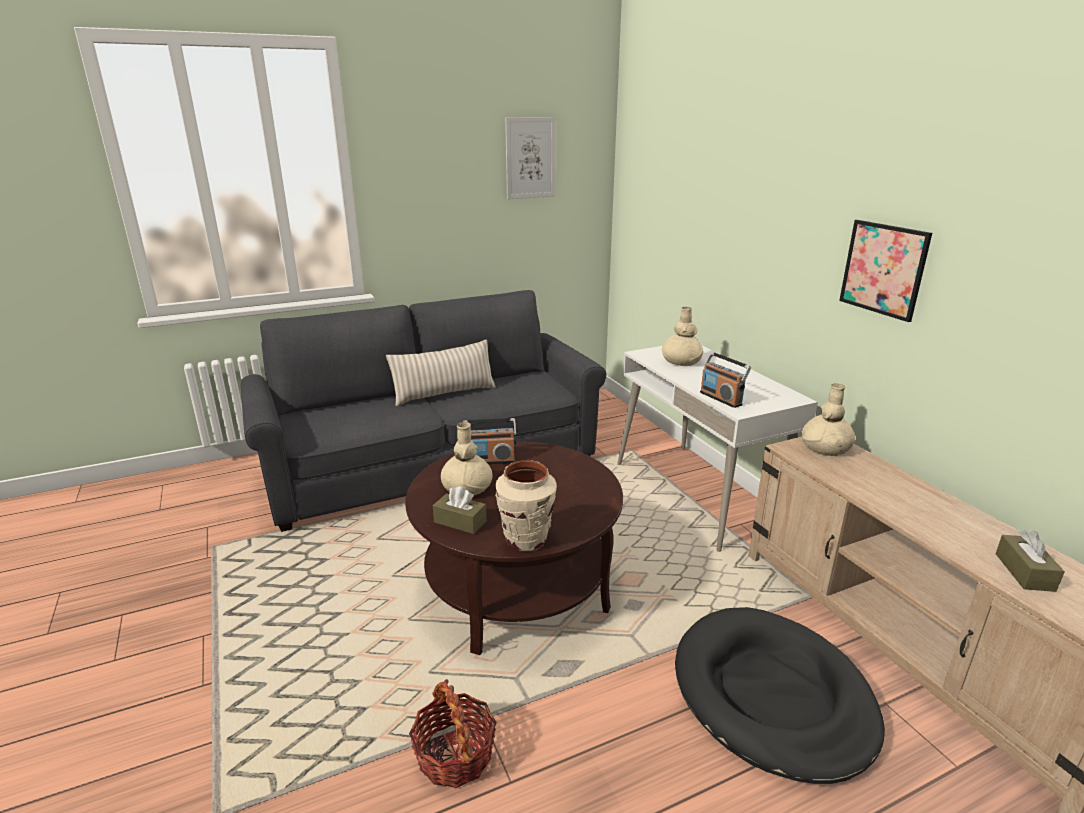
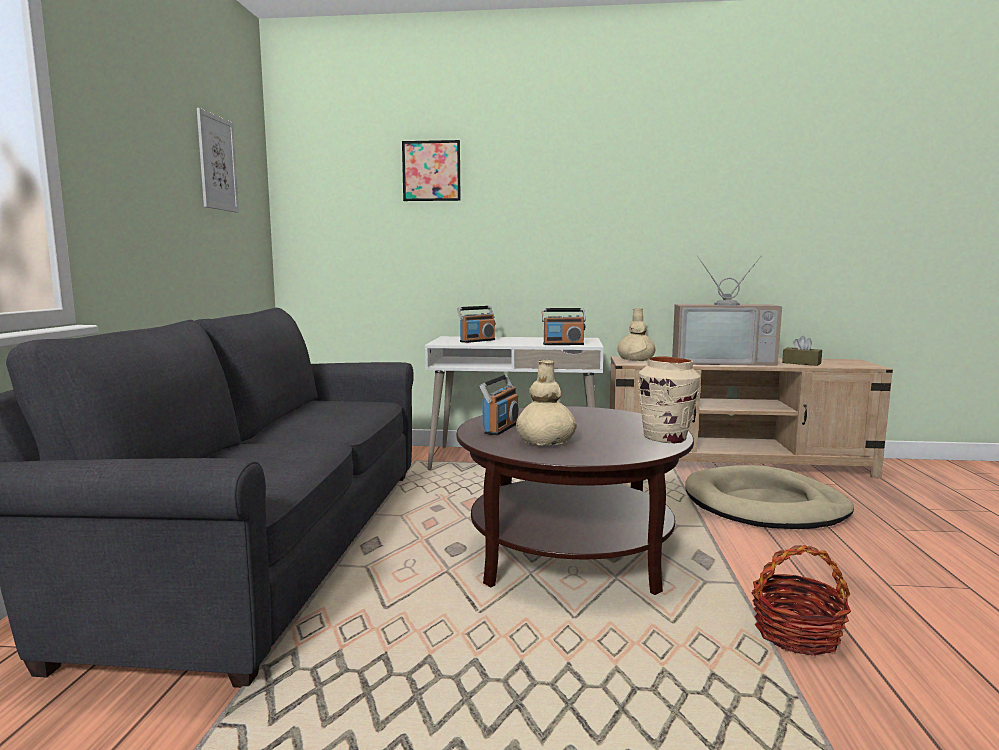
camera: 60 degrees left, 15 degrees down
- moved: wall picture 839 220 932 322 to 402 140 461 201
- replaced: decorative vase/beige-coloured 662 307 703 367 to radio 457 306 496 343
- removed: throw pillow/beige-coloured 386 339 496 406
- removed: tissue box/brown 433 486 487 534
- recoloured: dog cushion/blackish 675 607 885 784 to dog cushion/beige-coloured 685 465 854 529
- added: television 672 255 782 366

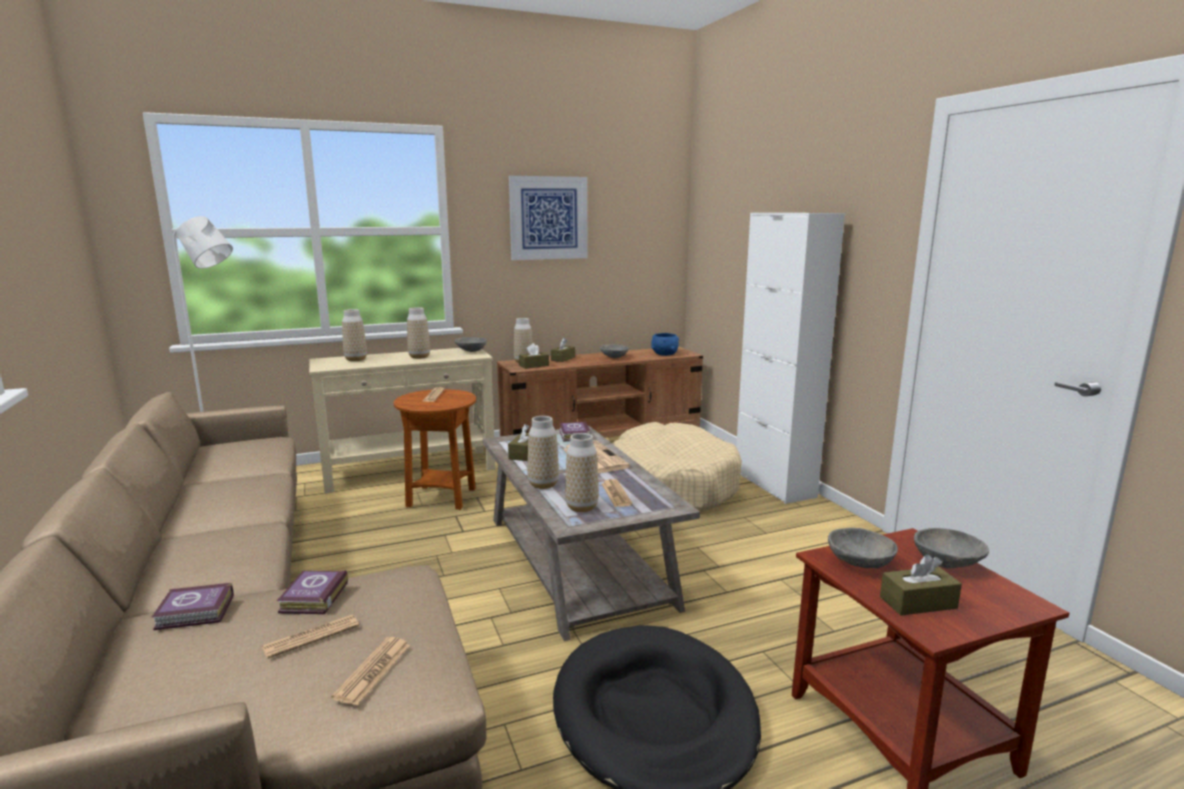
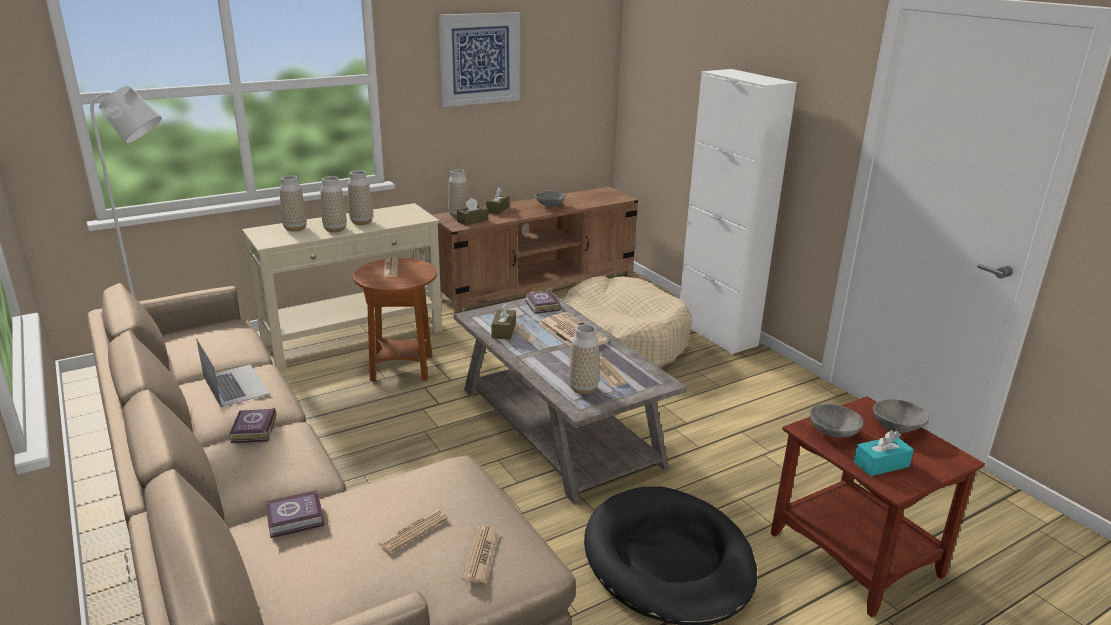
camera: 10 degrees left, 10 degrees up
- removed: deep dish/blue 651 333 679 356
- removed: deep dish/gray 455 337 487 352
- moved: decorative vase 527 416 559 489 to 320 176 347 232
- recoloured: tissue box/brown 880 554 962 616 to tissue box/blue-green 853 430 914 476
- moved: volume 277 570 348 614 to 230 408 276 443
- added: notebook computer 196 338 270 407

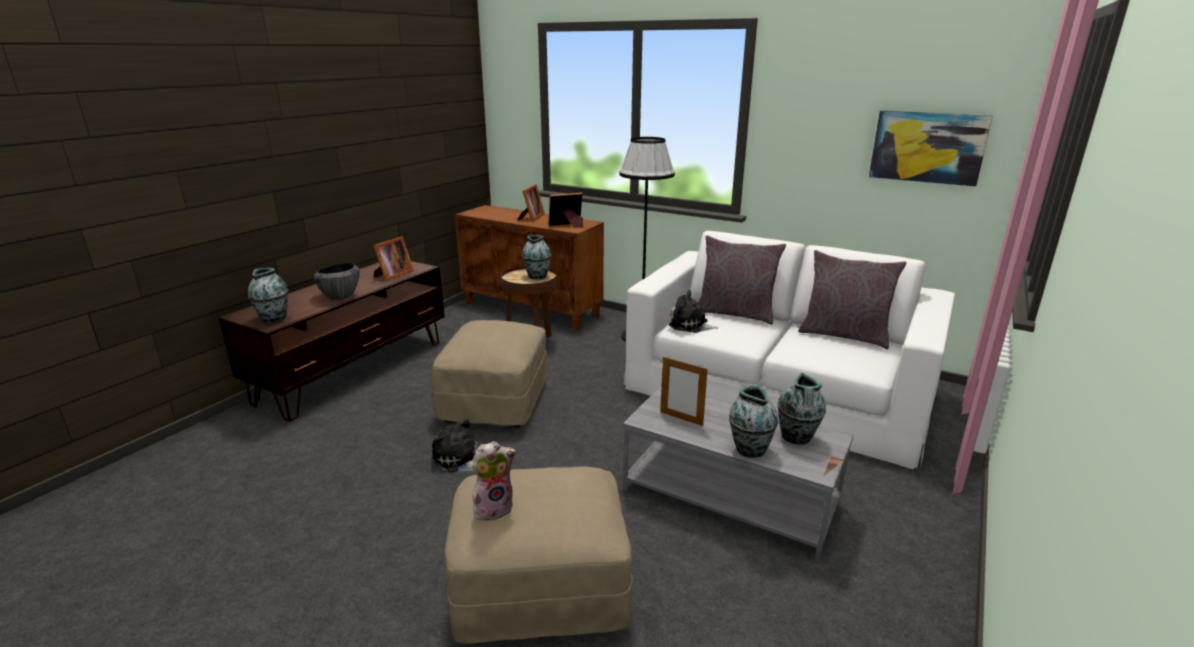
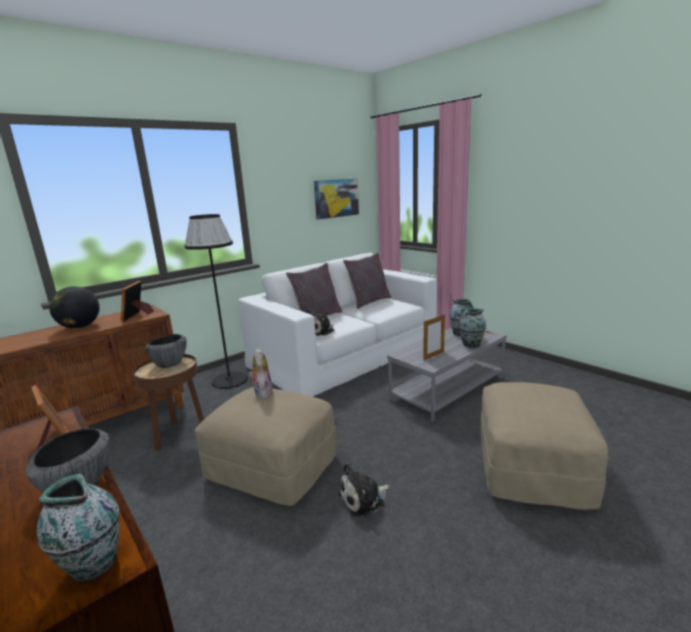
camera: 70 degrees left, 5 degrees down
- replaced: photo frame 518 184 545 222 to globe 49 286 100 328
- replaced: decorative vase 522 235 551 280 to deep dish 145 334 187 368
- moved: cuddly toy 472 441 516 520 to 249 348 273 398

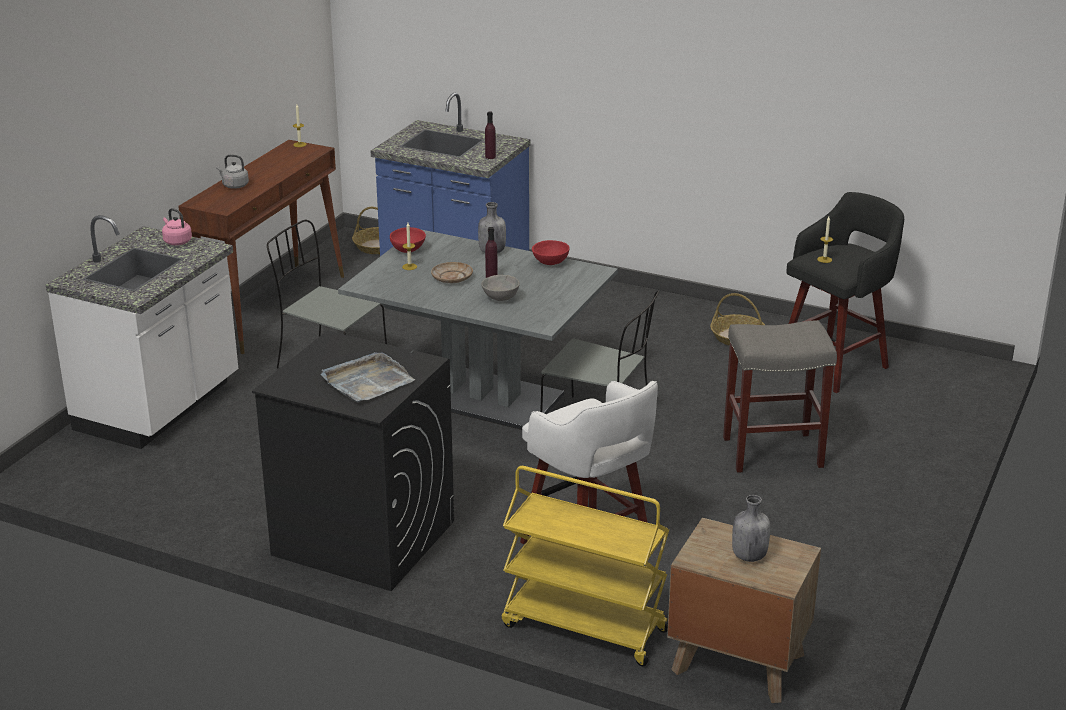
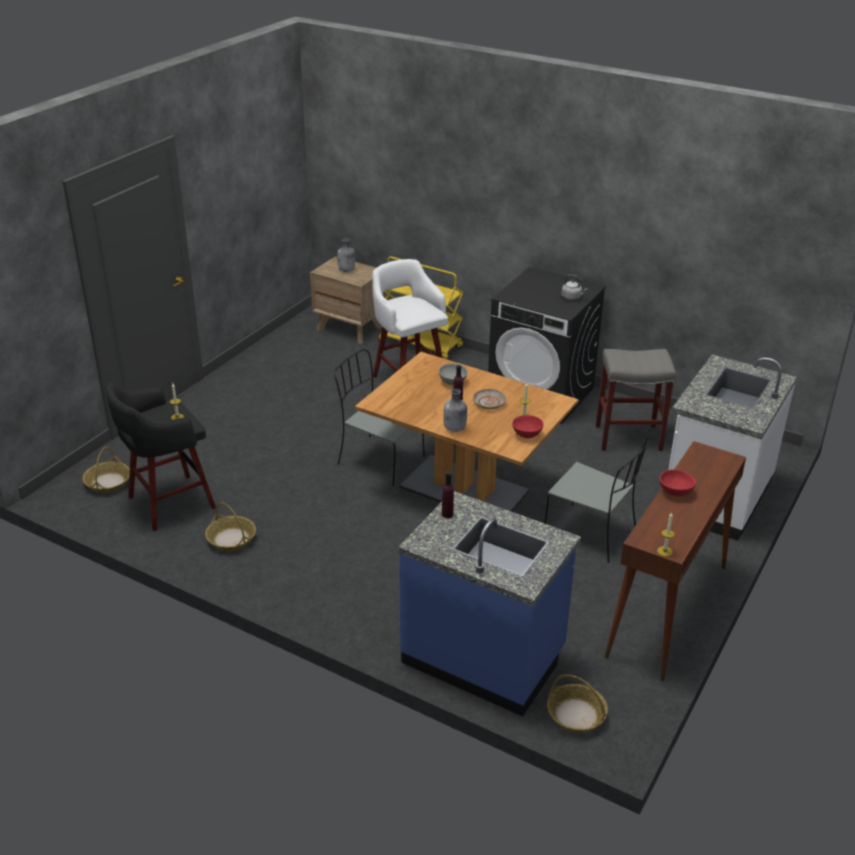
camera: 175 degrees left, 5 degrees up
- moved: tea kettle/gray 216 155 249 189 to 561 274 587 300
- removed: tea kettle/pinkish 162 208 192 245
- recoloured: dining table/gray 338 230 618 430 to dining table/brown 355 352 578 512
- moved: deep dish/reddish 532 240 569 265 to 660 469 696 497
- moved: sitting stool/gray 723 320 837 473 to 596 349 676 451
- removed: serving tray/gray 321 352 415 403
- added: storage basket 82 446 130 493

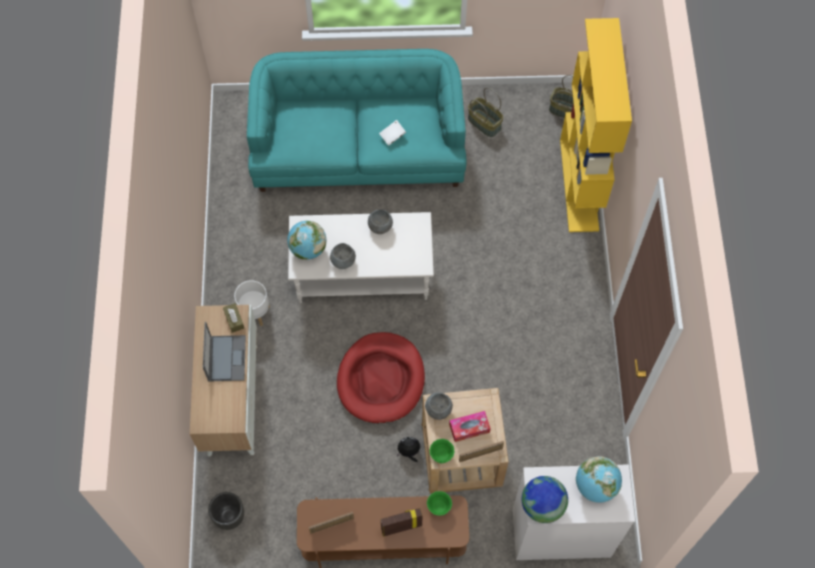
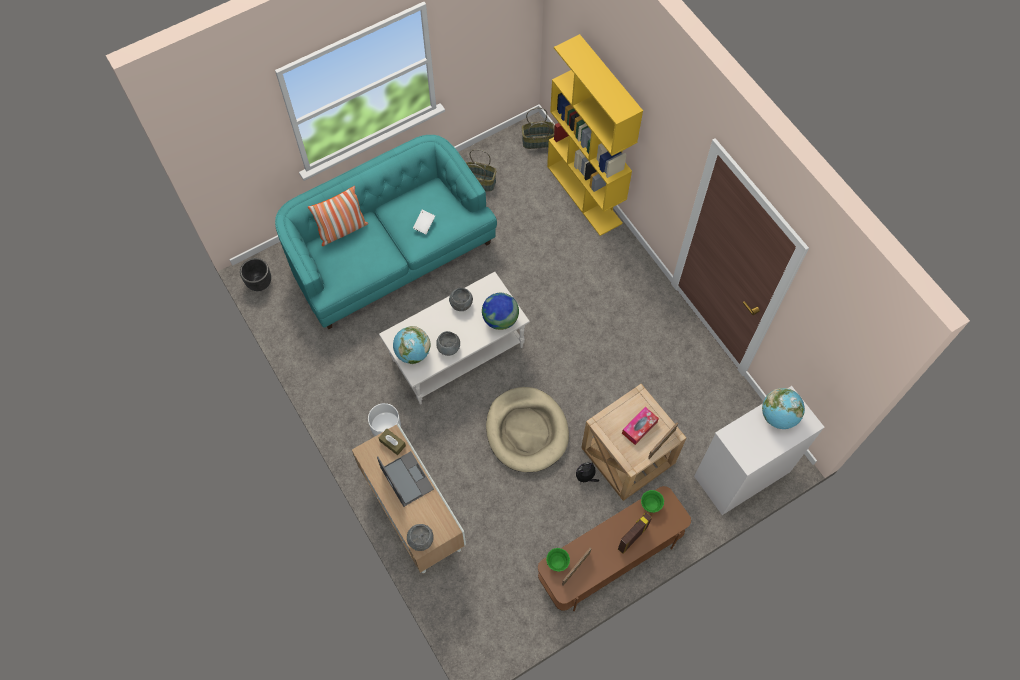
camera: 30 degrees left, 0 degrees up
- recoloured: dog cushion/reddish 337 332 425 423 to dog cushion/beige-coloured 486 387 569 472
- moved: deep dish/gray 425 392 453 420 to 407 524 434 551
- moved: deep dish/green 430 439 455 463 to 546 548 570 572
- moved: globe 522 476 568 523 to 482 293 519 330
- moved: planter/blackish 208 492 244 530 to 240 258 271 291
- added: throw pillow 308 186 368 246

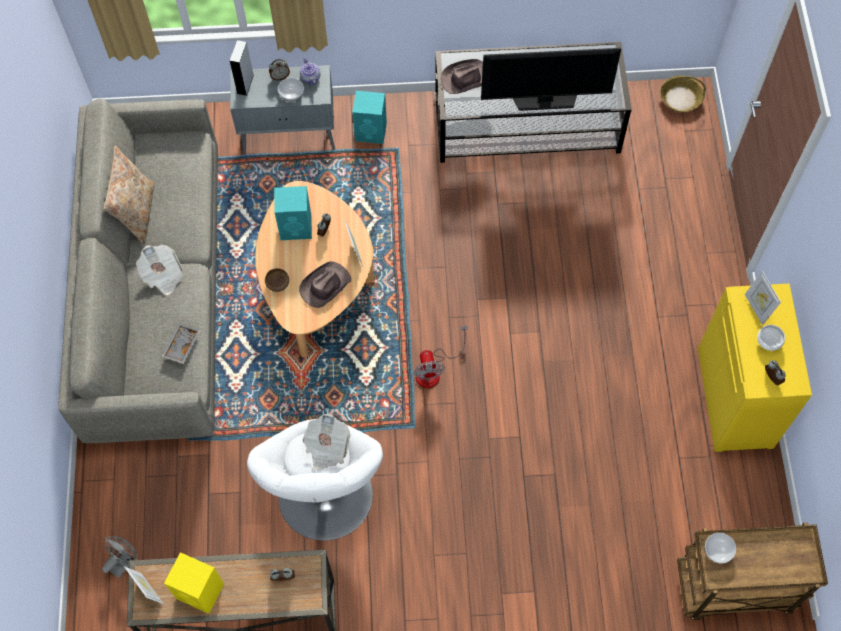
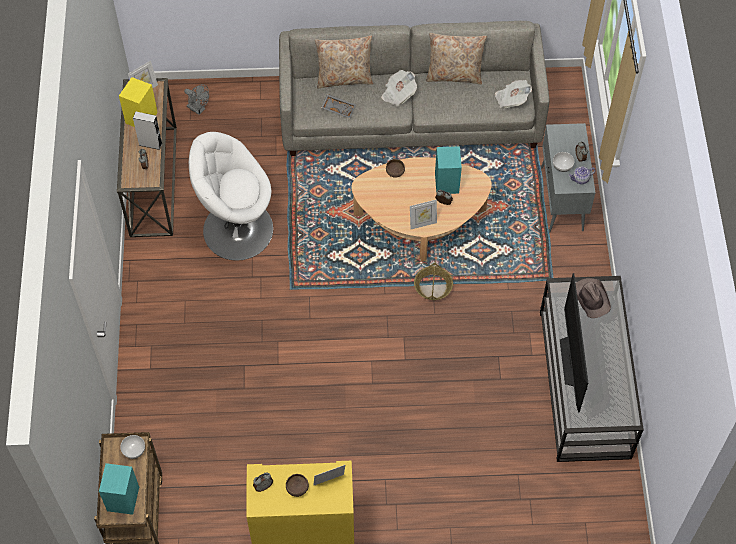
camera: 90 degrees right, 5 degrees down
- moved: loudspeaker/gray 230 40 254 96 to 133 112 162 150
- moved: storage basket 660 76 706 113 to 414 261 453 300
- moved: loudspeaker/blue-green 352 91 387 144 to 99 463 139 515
- removed: clothing hat/brown 299 261 351 308
- recoloured: deep dish/white 757 325 785 351 to deep dish/brown 286 474 309 497
- removed: fan 414 326 467 388
- moved: printed paper 303 414 351 470 to 495 80 532 108
- added: throw pillow/beige-coloured 315 36 373 88

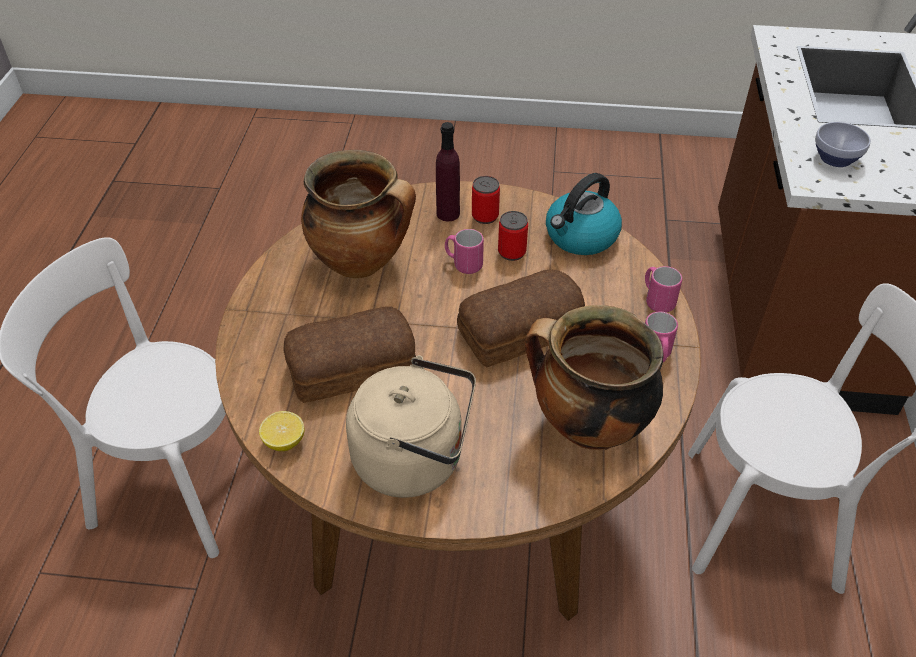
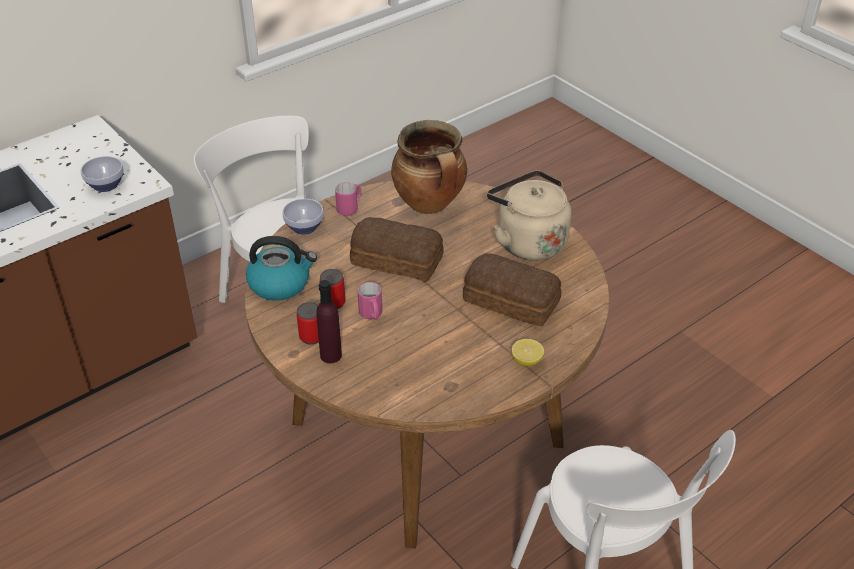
camera: 135 degrees left, 5 degrees down
- removed: cooking pot 301 150 416 278
- replaced: tea mug/pinkish 645 266 682 313 to deep dish 282 199 324 235
- moved: citrus fruit 259 411 305 451 to 511 339 544 366

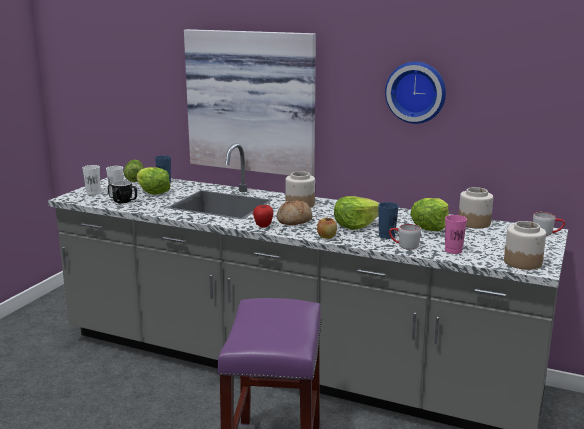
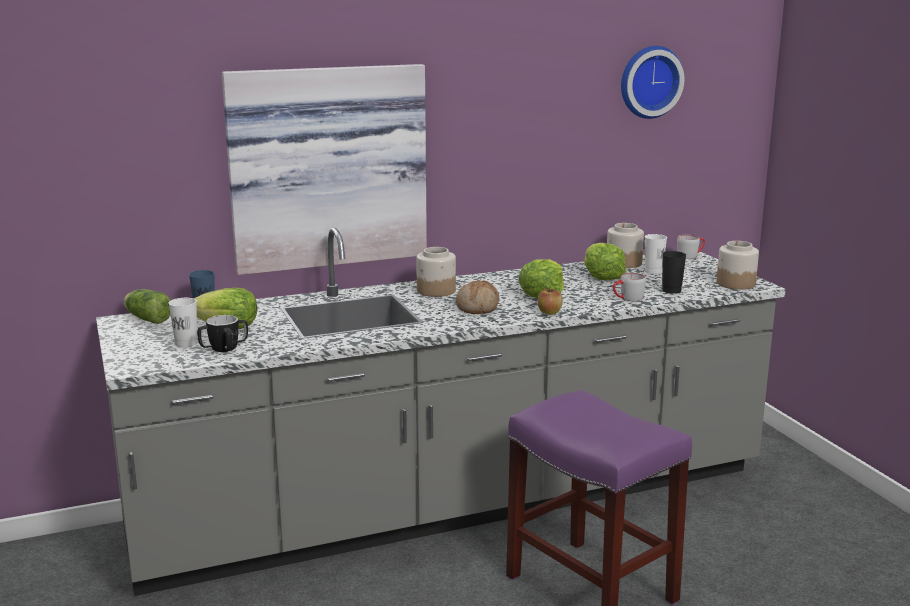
camera: 45 degrees left, 0 degrees up
- moved: wall clock 385 62 446 124 to 621 46 684 119
- moved: small cup/white 82 165 100 195 to 645 234 667 274
- removed: small cup/blue 378 202 399 239
- removed: apple fruit 253 205 273 228
- recoloured: small cup/pinkish 445 215 467 254 to small cup/blackish 662 251 686 294

